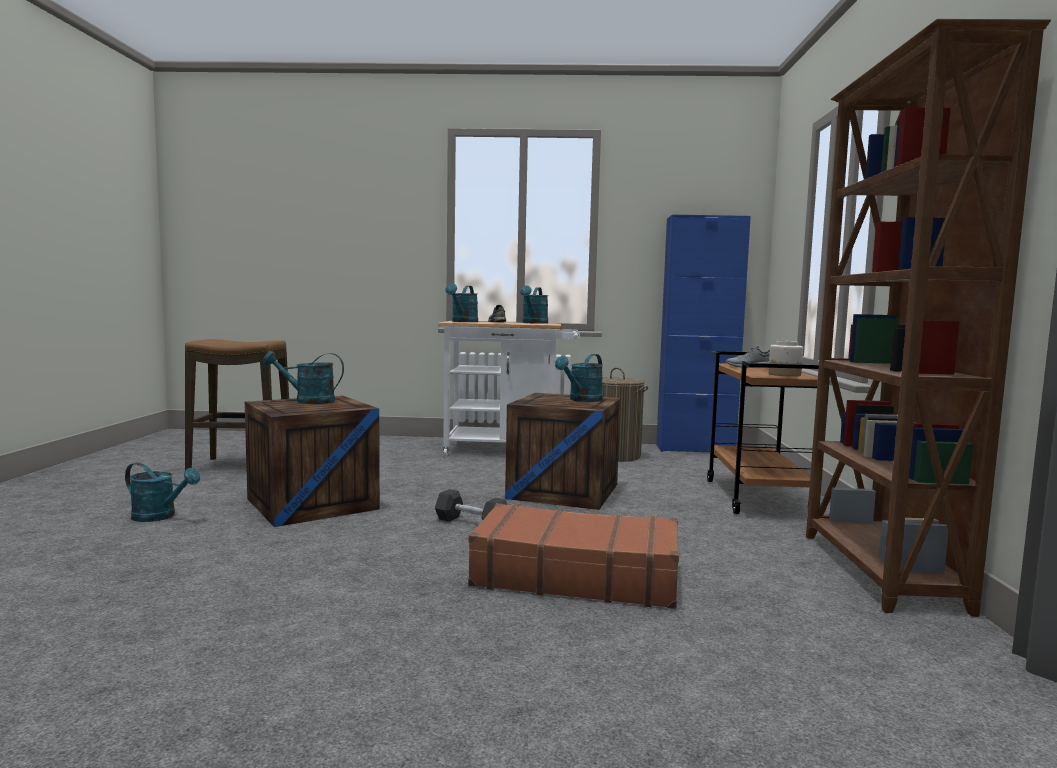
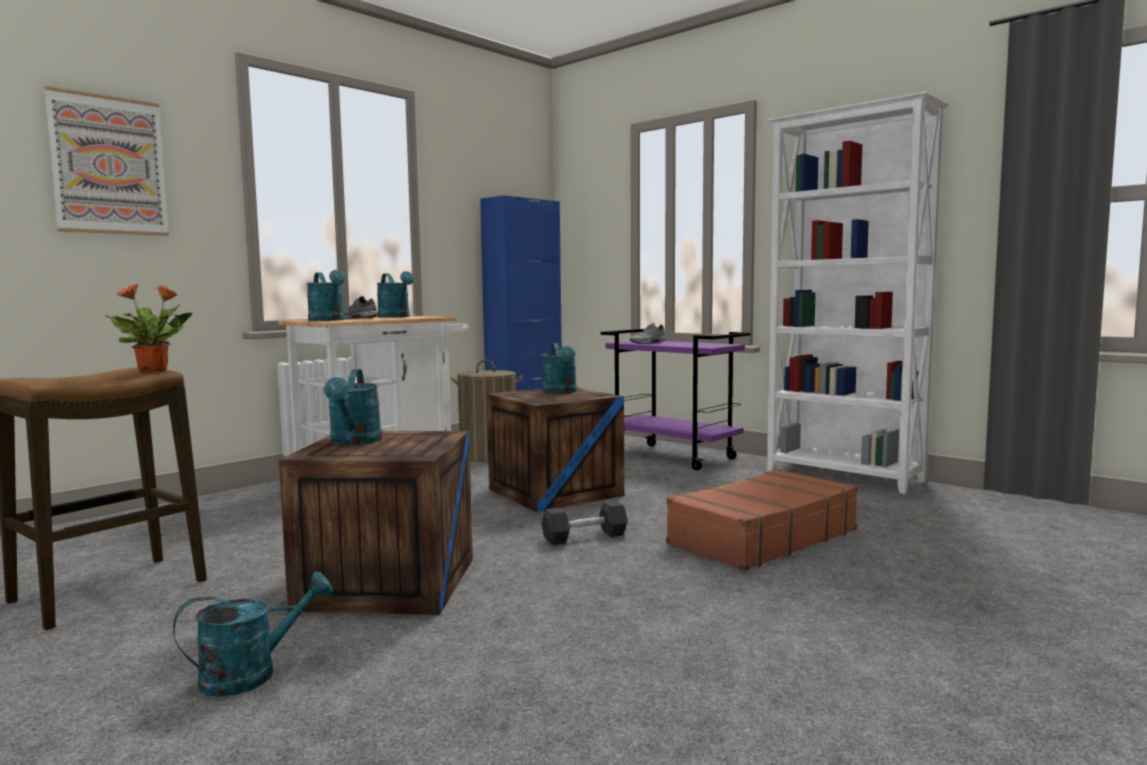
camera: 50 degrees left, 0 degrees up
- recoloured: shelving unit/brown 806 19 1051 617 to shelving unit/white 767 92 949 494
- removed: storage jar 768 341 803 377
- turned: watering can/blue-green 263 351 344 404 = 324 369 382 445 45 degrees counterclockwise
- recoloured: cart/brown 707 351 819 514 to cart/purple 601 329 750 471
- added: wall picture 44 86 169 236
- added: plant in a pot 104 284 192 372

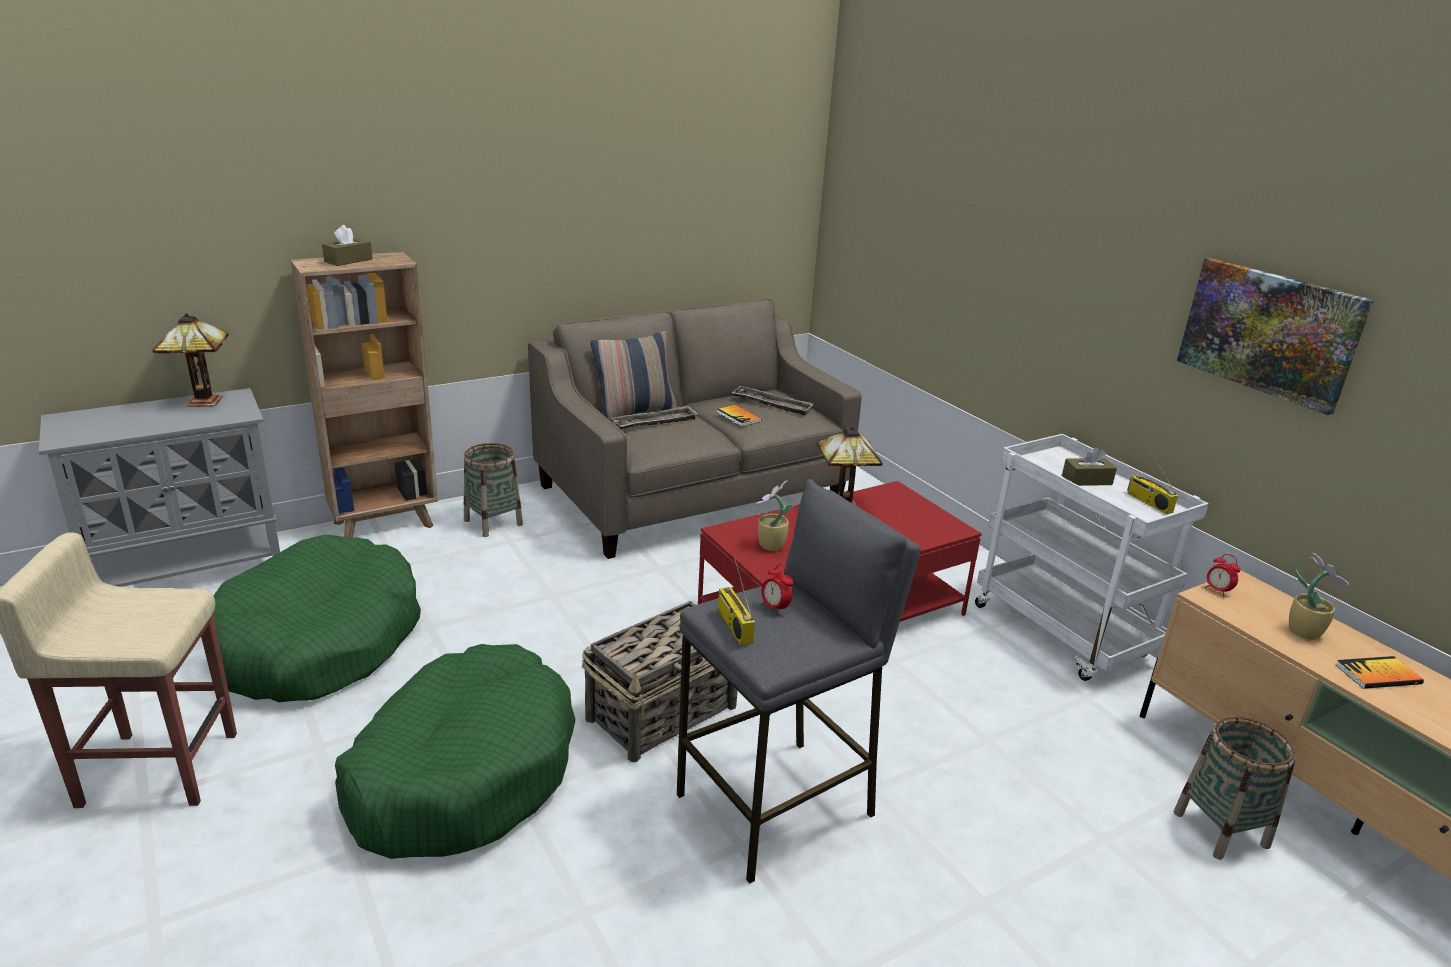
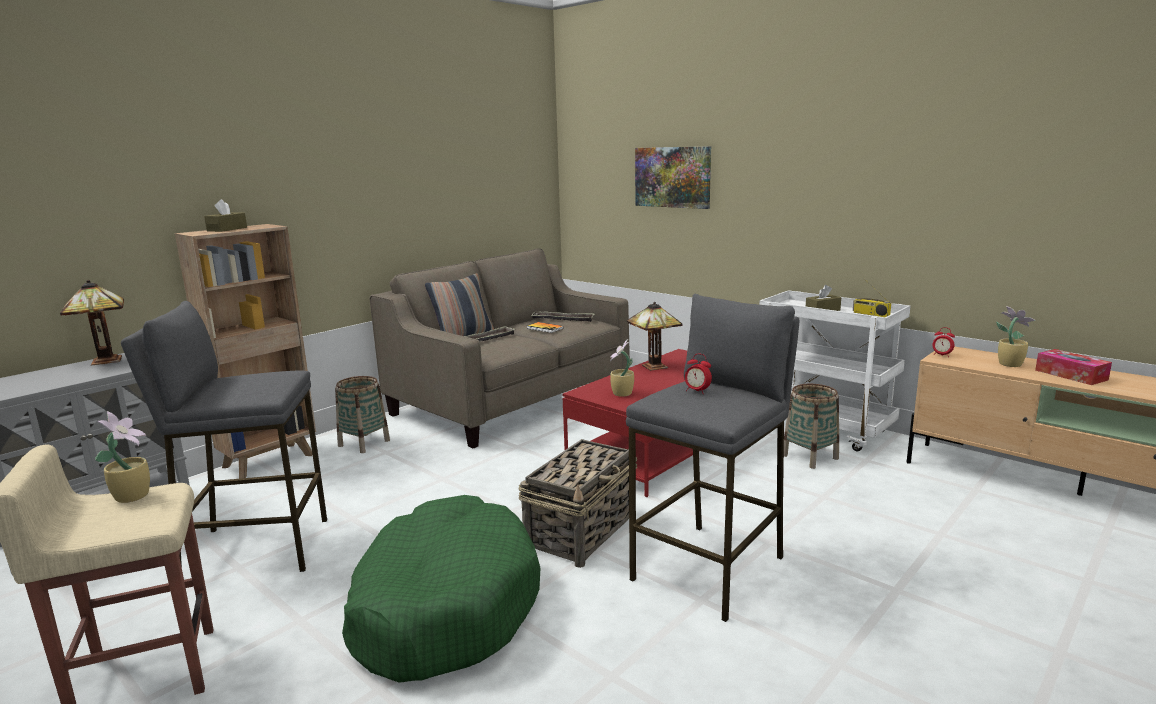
camera: 15 degrees left, 10 degrees down
- moved: wall picture 1177 258 1374 415 to 635 146 711 209
- replaced: dog cushion/green 213 534 421 702 to sitting stool/gray 121 301 327 572
- removed: radio 718 558 755 646
- replaced: volume 1336 656 1424 689 to tissue box 1035 349 1112 385
- moved: storage basket 1173 716 1295 860 to 784 384 839 469
- added: plant in a pot 95 411 150 503

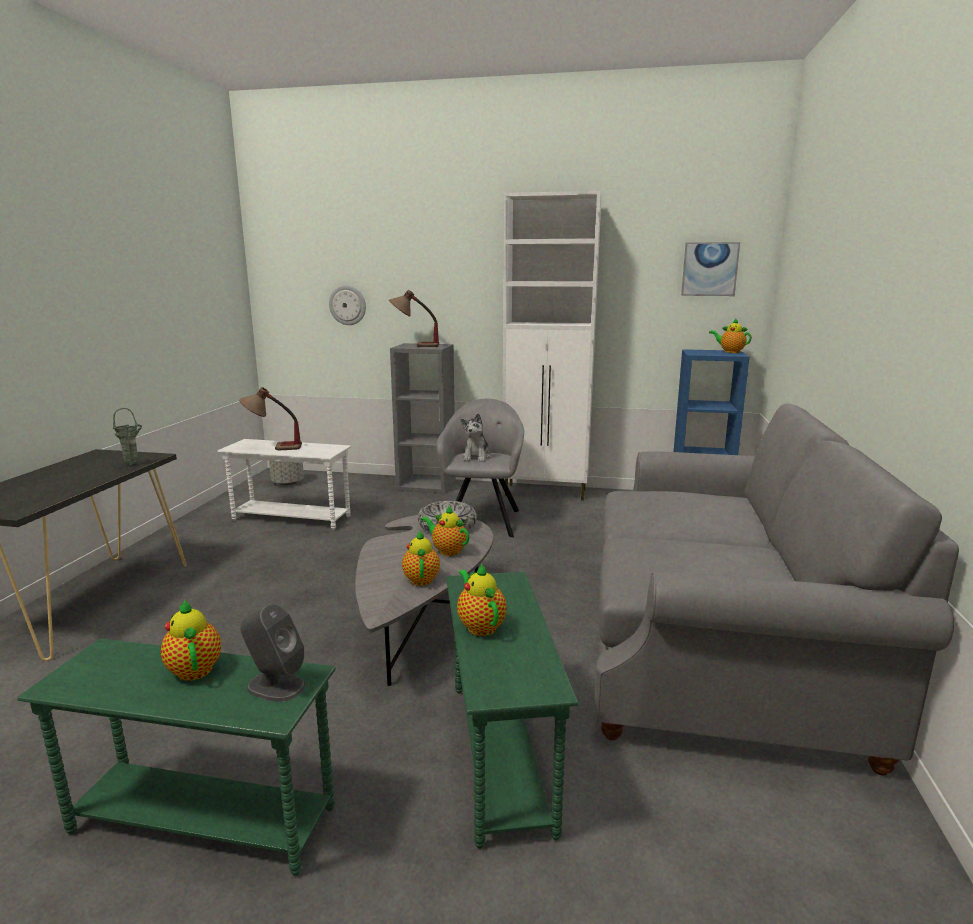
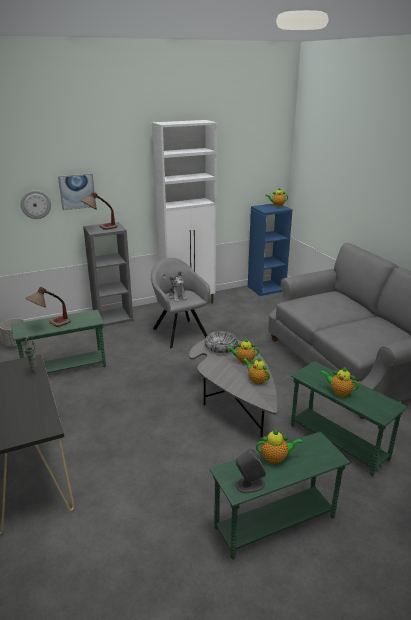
camera: 35 degrees left, 10 degrees up
- moved: wall picture 681 242 740 296 to 58 173 95 210
- recoloured: end table/white 217 439 351 530 to end table/green 12 310 106 373
- turned: pot for tea 161 599 221 681 = 256 429 303 464 150 degrees clockwise
- moved: loudspeaker/gray 240 604 306 702 to 236 448 266 493

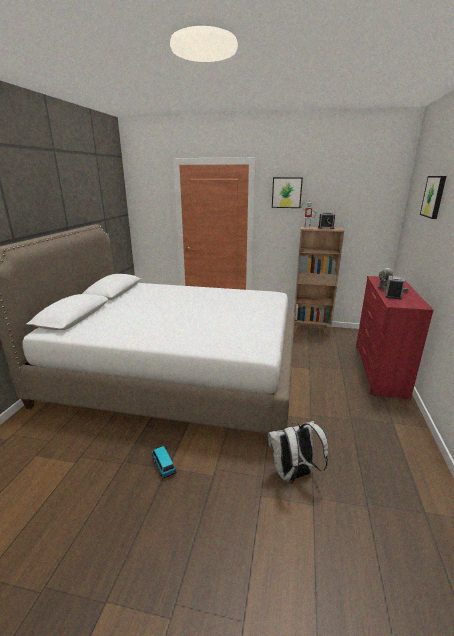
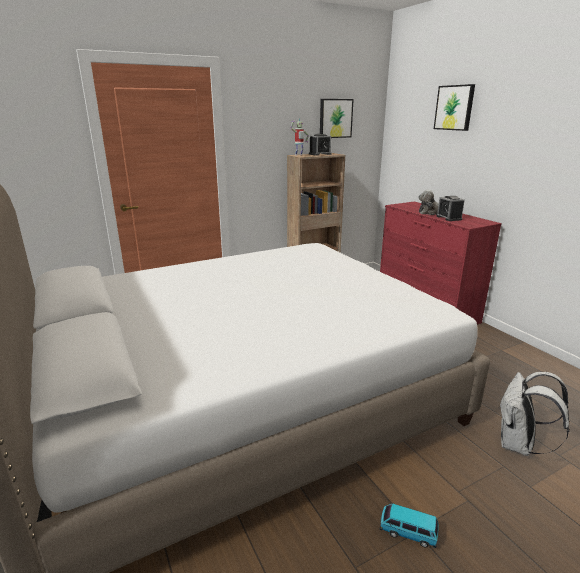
camera: 40 degrees left, 0 degrees up
- moved: wall picture 272 177 303 208 to 320 99 354 138

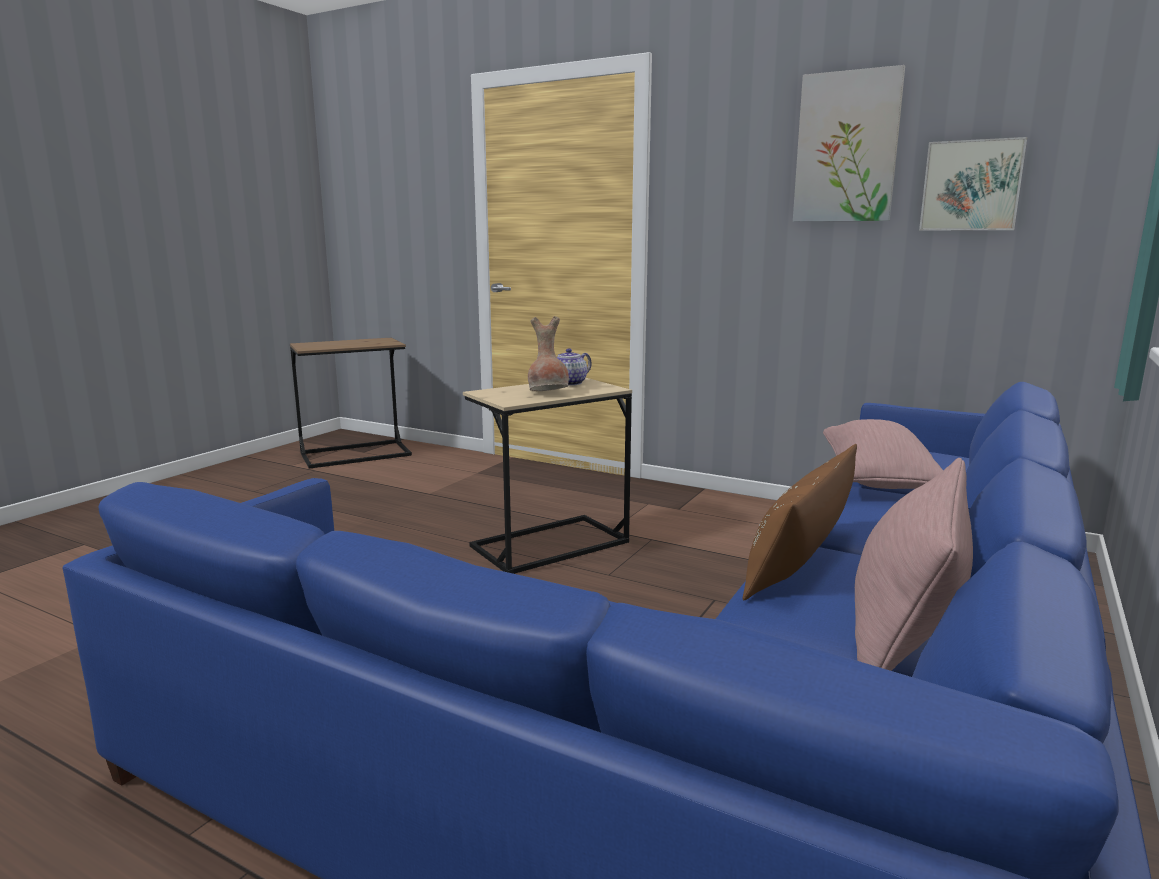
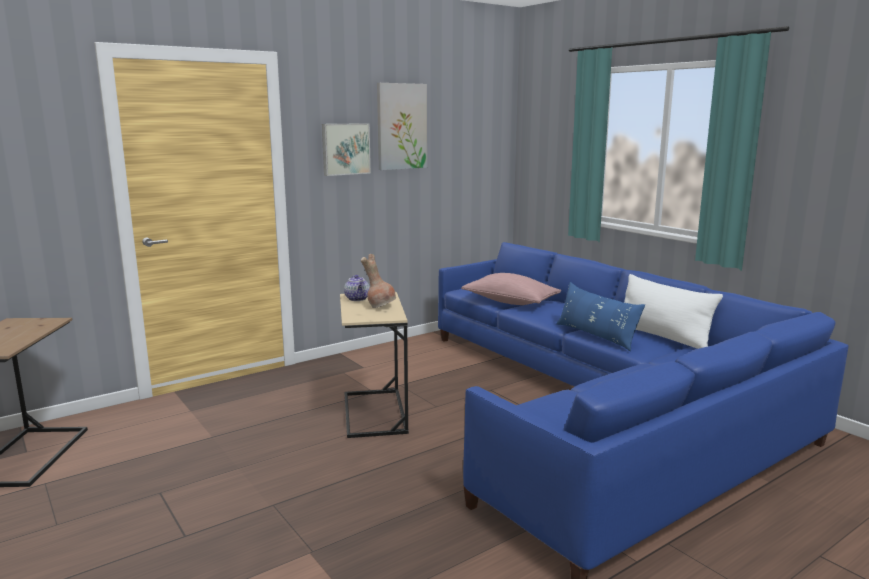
camera: 65 degrees left, 0 degrees up
- moved: wall picture 919 137 1027 231 to 322 123 371 176
- recoloured: throw pillow/brown 743 444 857 601 to throw pillow/blue 557 282 645 351
- recoloured: throw pillow/pinkish 855 458 973 671 to throw pillow/white 624 274 723 349

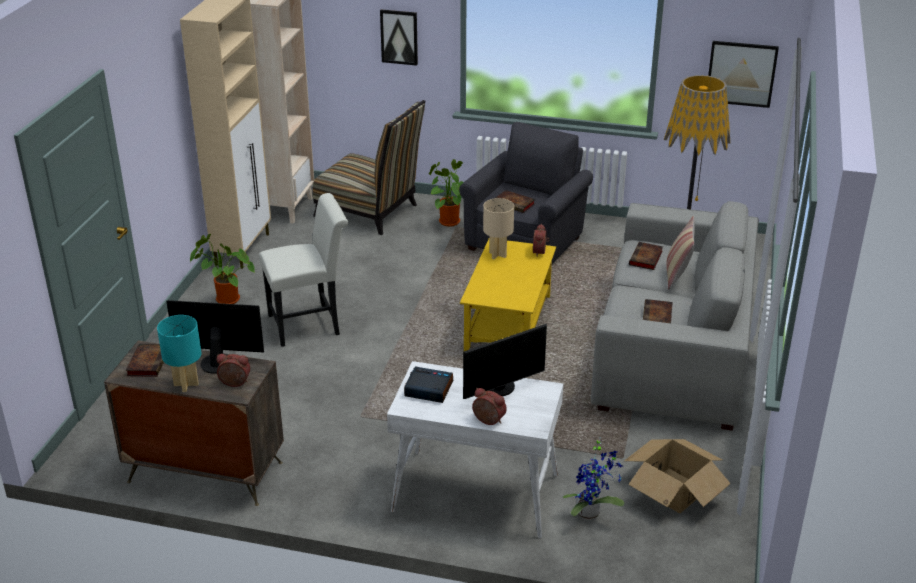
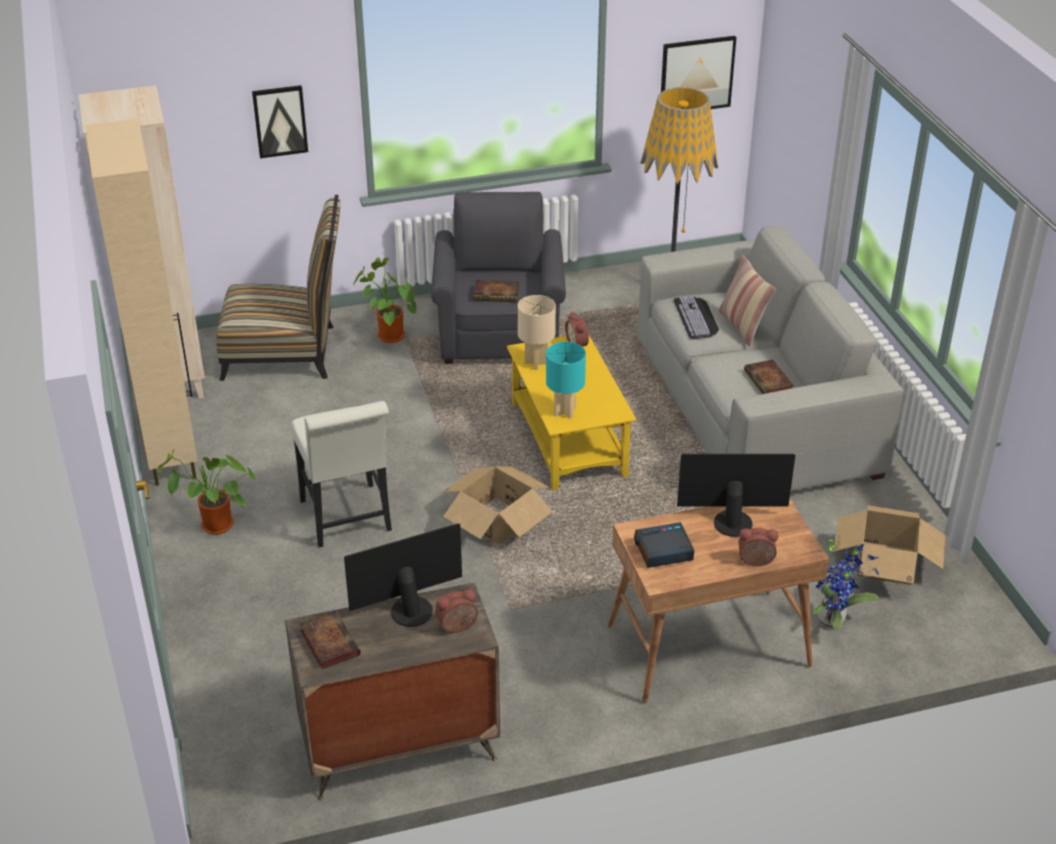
camera: 30 degrees left, 5 degrees up
- turned: plain chair/white 259 193 348 347 = 291 401 392 547 120 degrees clockwise
- replaced: volume 629 242 663 270 to PC keyboard 674 296 719 339
- moved: tabletop lamp/blue-green 157 315 201 392 to 546 342 586 419
- turned: computer display 463 324 547 399 = 677 454 795 537 120 degrees counterclockwise
- recoloured: desk unit/white 387 361 563 538 to desk unit/brown 608 499 829 704
- added: cardboard box 443 466 553 544

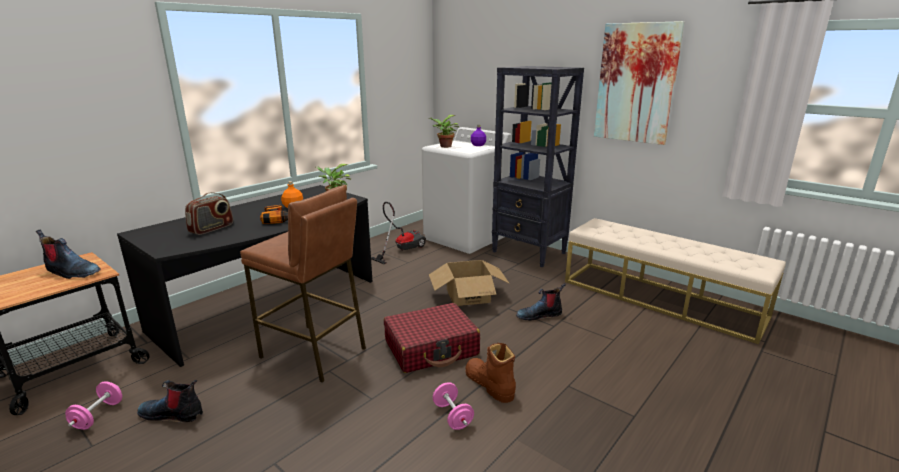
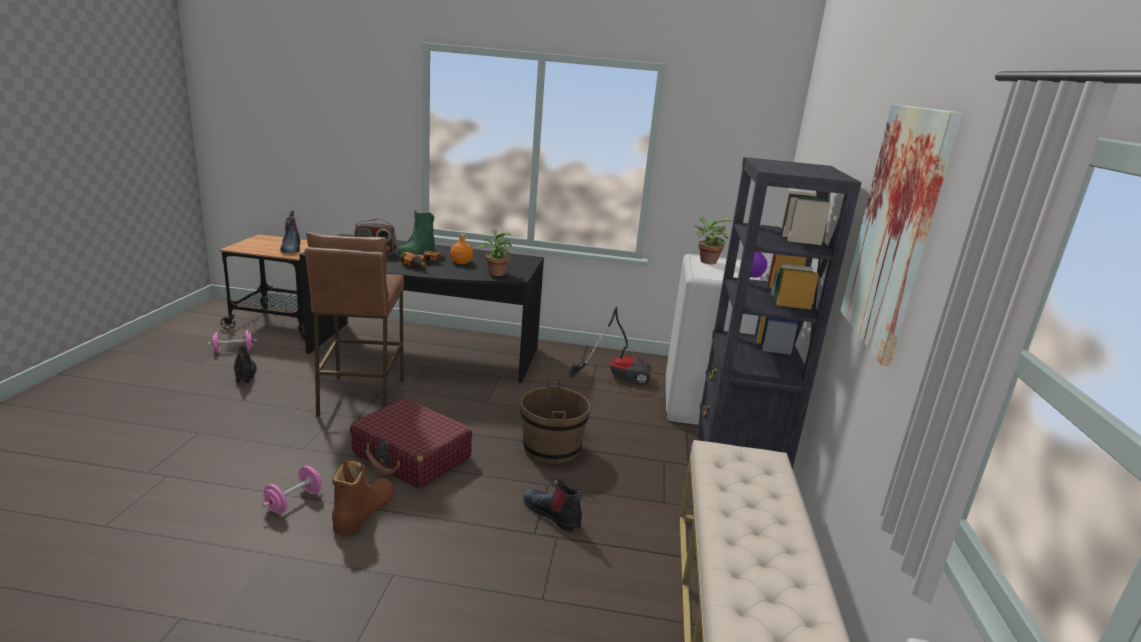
camera: 55 degrees right, 0 degrees up
- replaced: cardboard box 429 260 510 306 to water bucket/brown 520 378 590 464
- added: tall boot/green 397 210 435 258

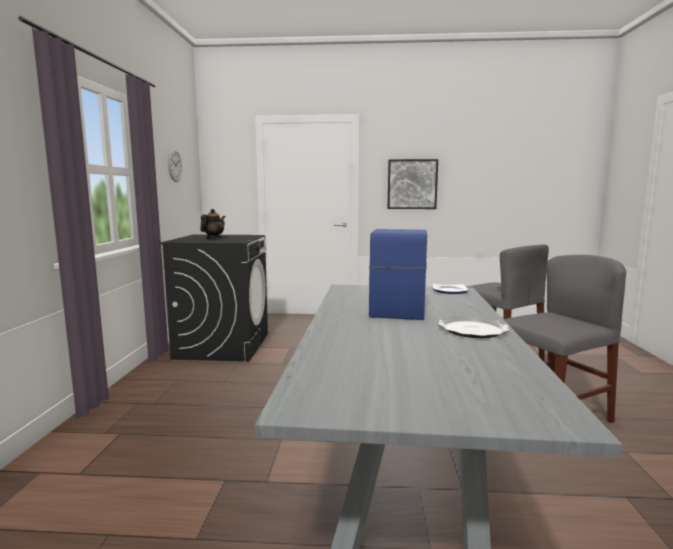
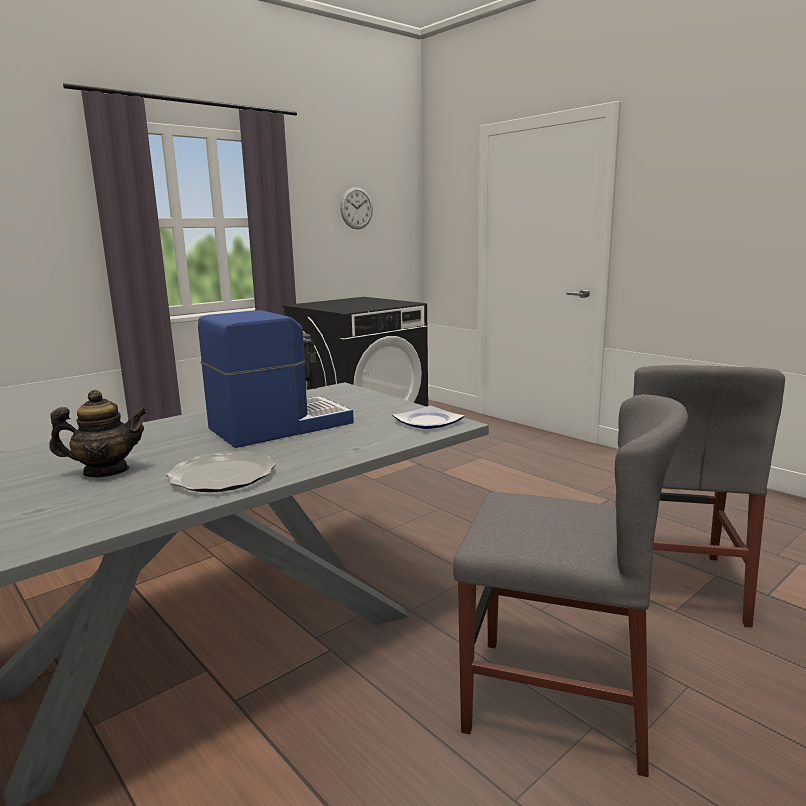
camera: 45 degrees right, 5 degrees up
- removed: wall picture 387 159 438 209
- moved: pot for tea 200 209 225 239 to 49 390 147 478

